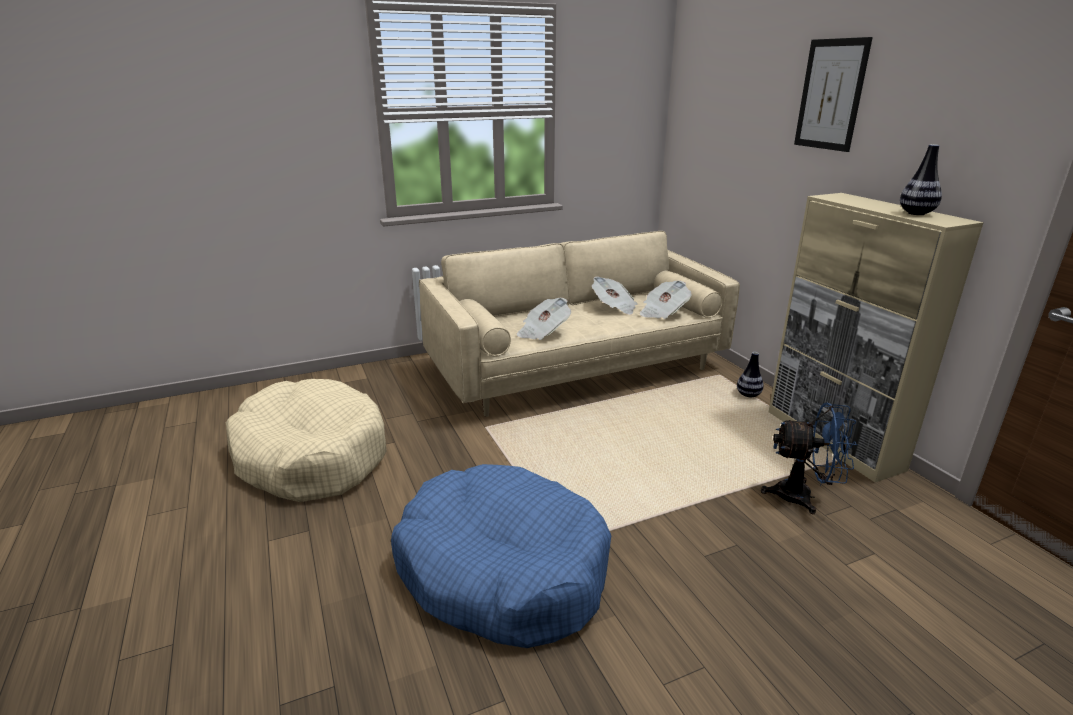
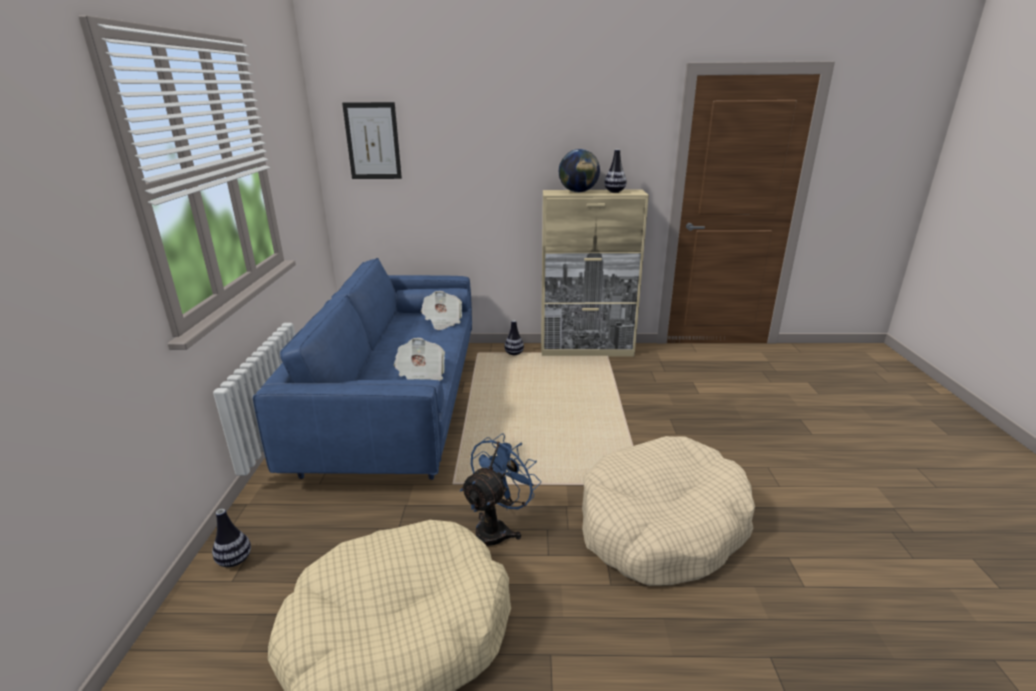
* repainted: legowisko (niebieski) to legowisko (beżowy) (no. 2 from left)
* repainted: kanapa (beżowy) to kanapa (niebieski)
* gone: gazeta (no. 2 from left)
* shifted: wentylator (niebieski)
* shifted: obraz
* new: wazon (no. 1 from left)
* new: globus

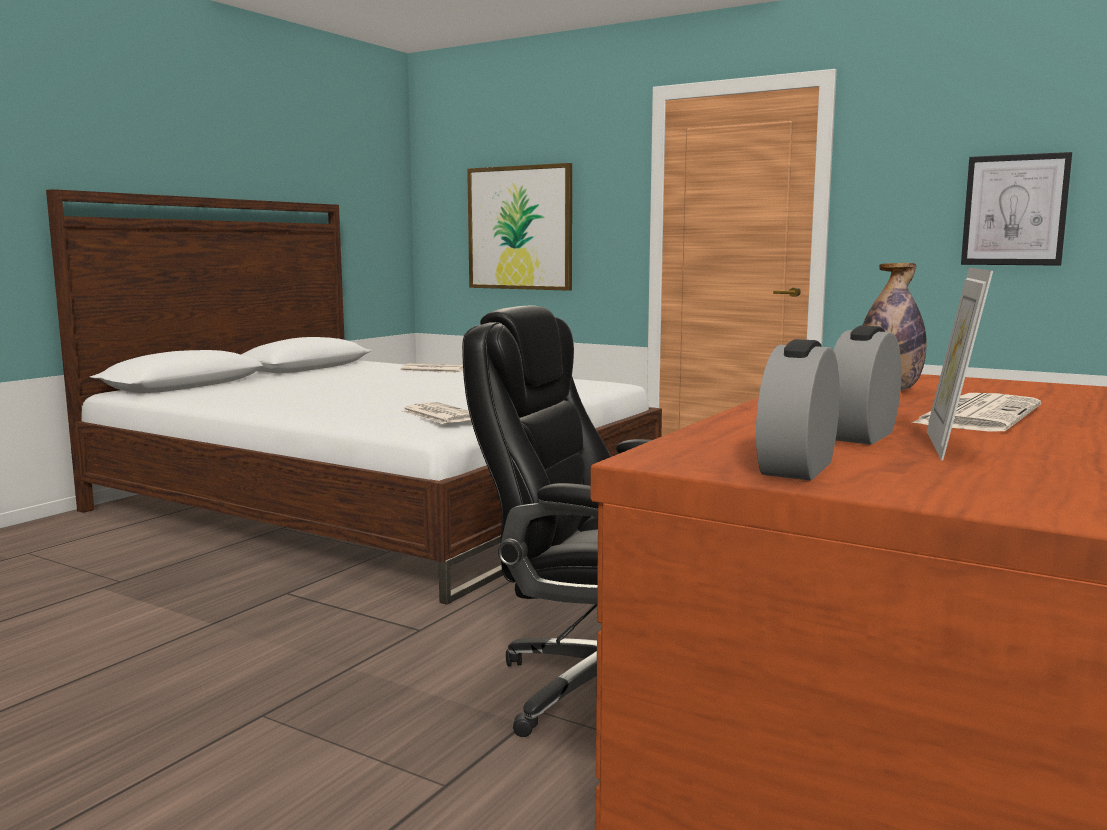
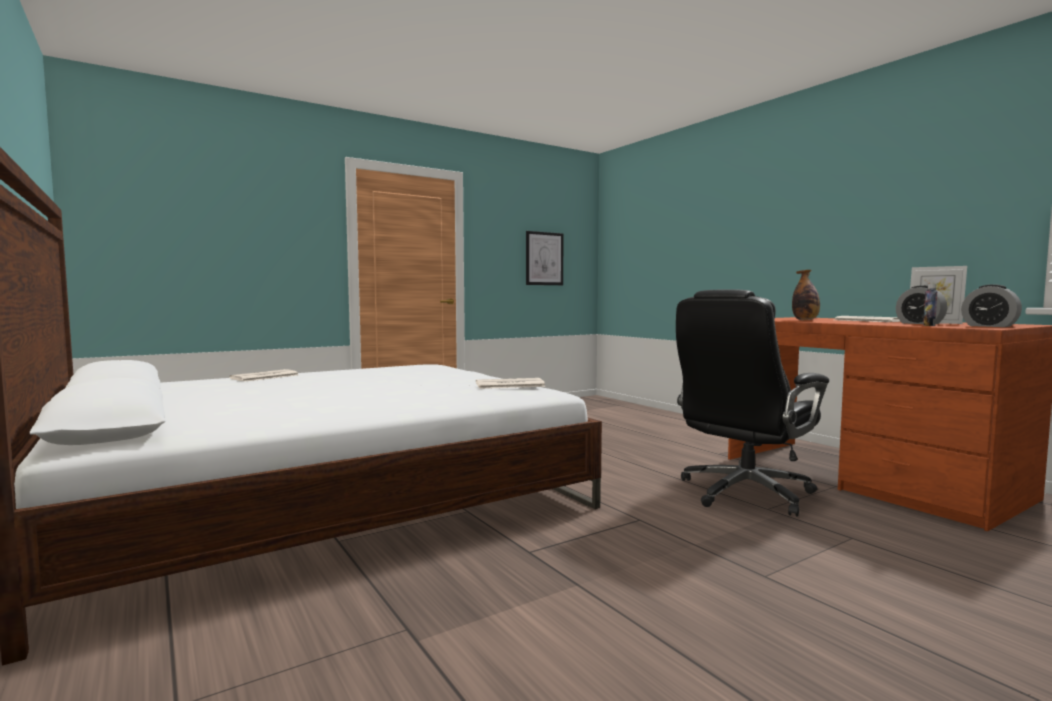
* gone: obraz (no. 1 from left)
* new: butelka (no. 2 from left)

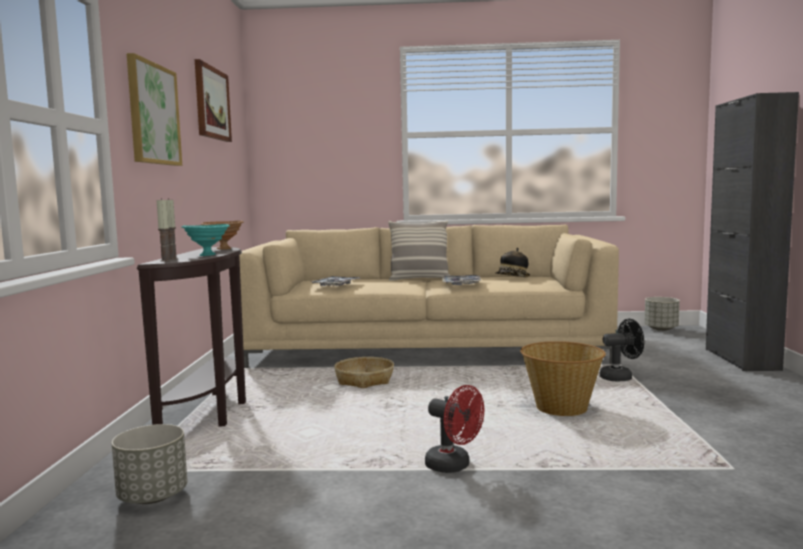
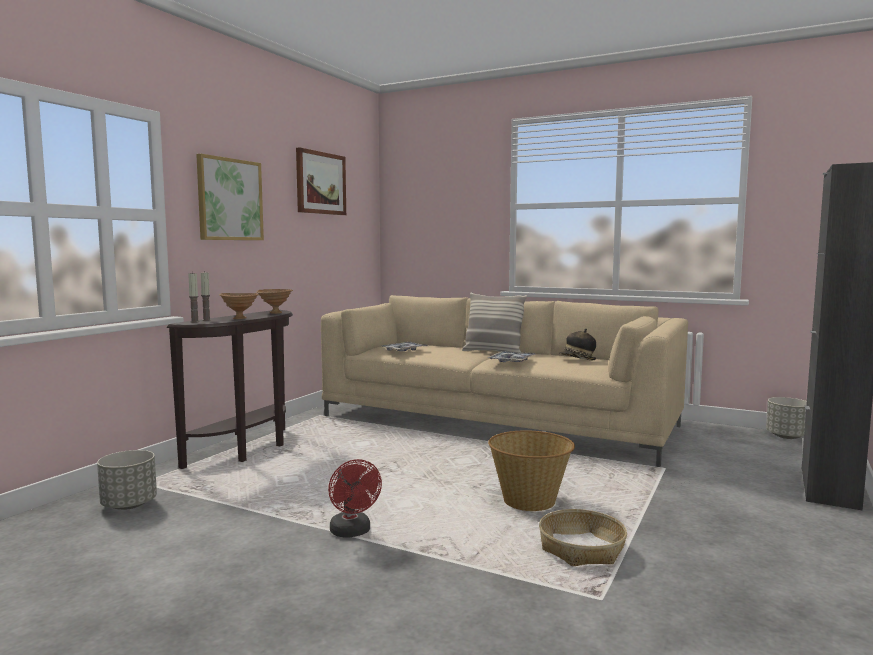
* repainted: miska (turkusowy) to miska (brązowy) (no. 1 from left)
* shifted: koszyk (no. 1 from left in the first image) to koszyk (no. 2 from left)
* gone: wentylator (czarny)

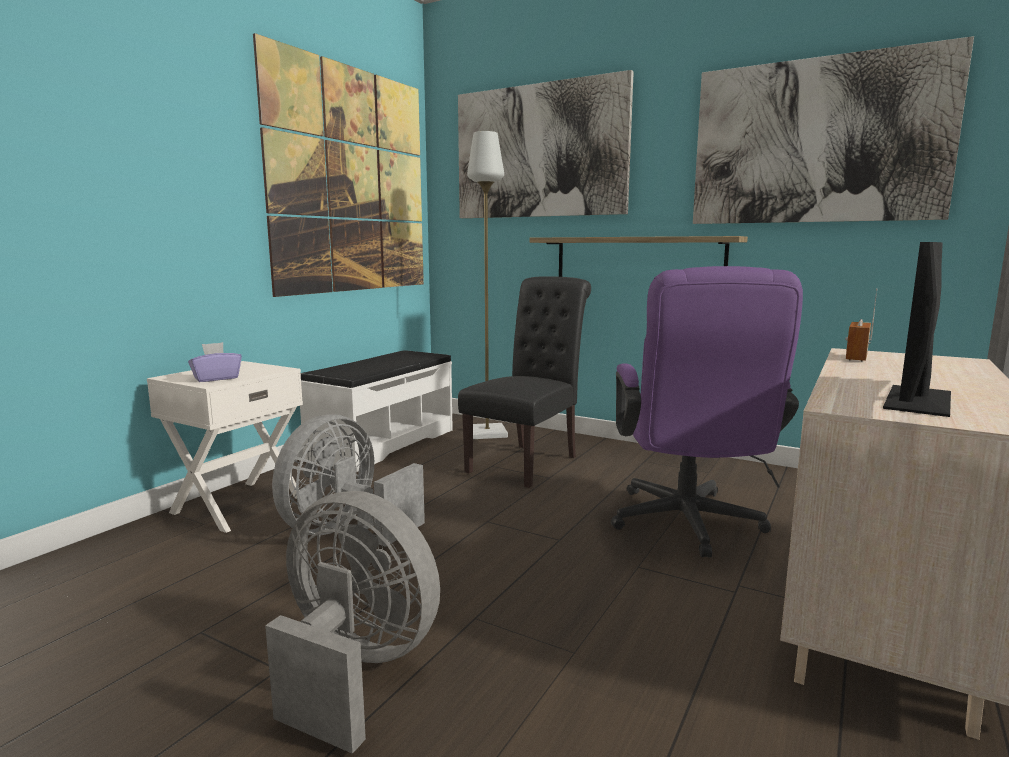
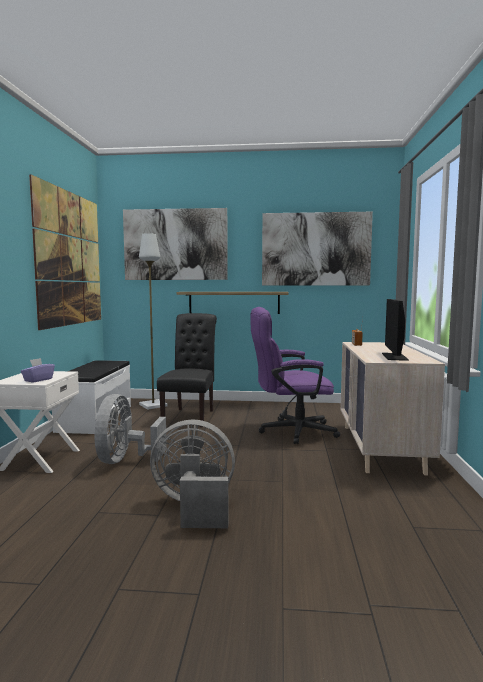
* rotated: krzesło biurowe (fioletowy) 105 degrees clockwise

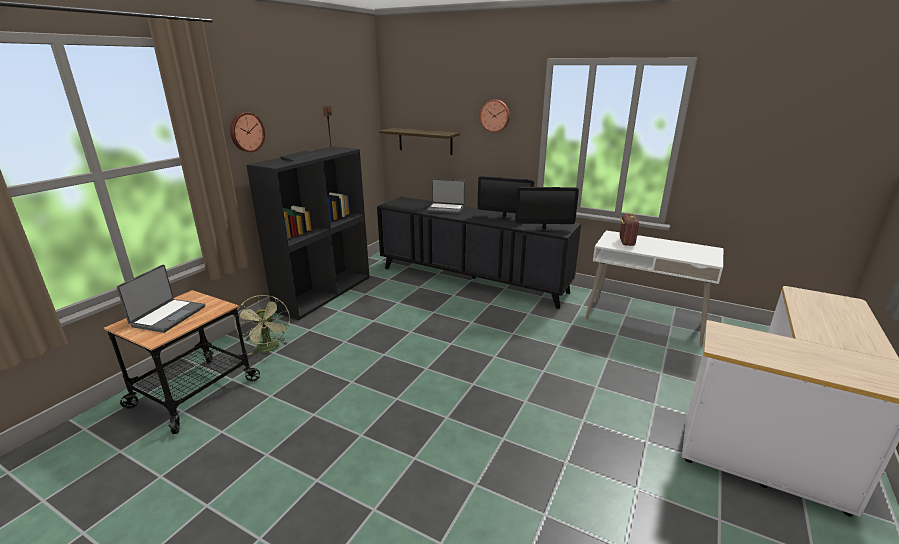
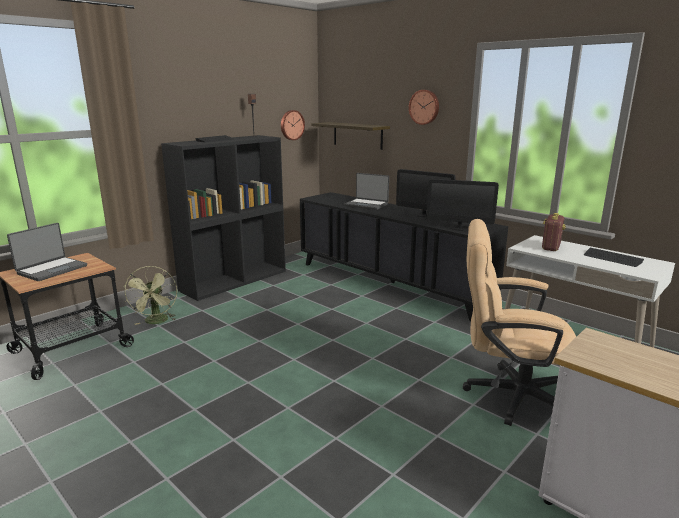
* shifted: zegar ścienny (no. 1 from left)
* new: krzesło biurowe (beżowy)
* new: klawiatura (no. 2 from left)

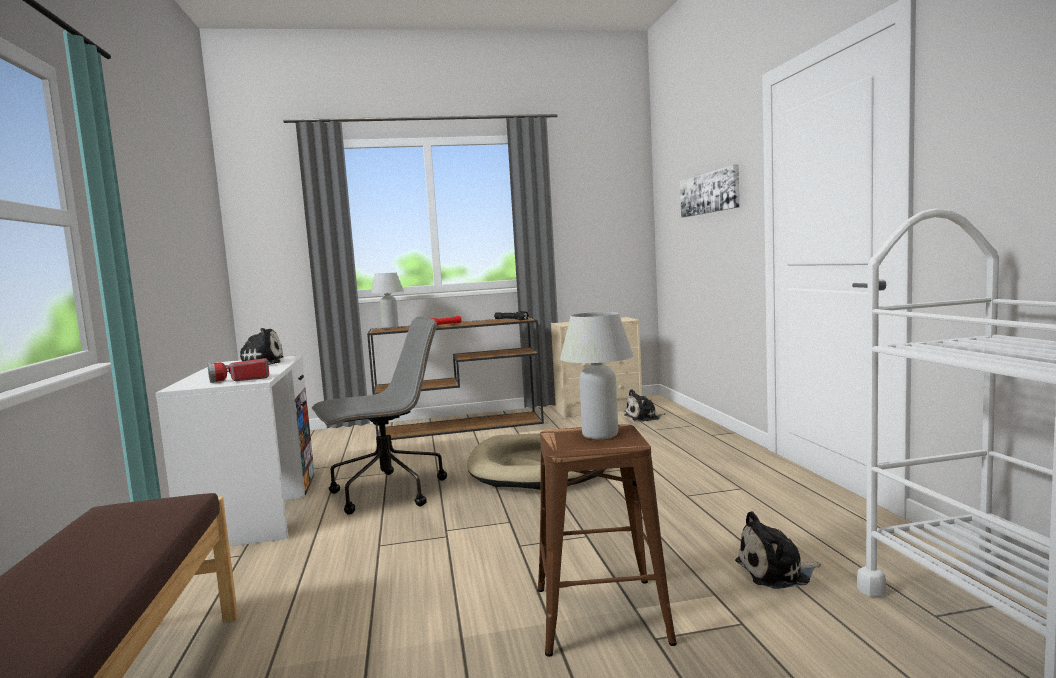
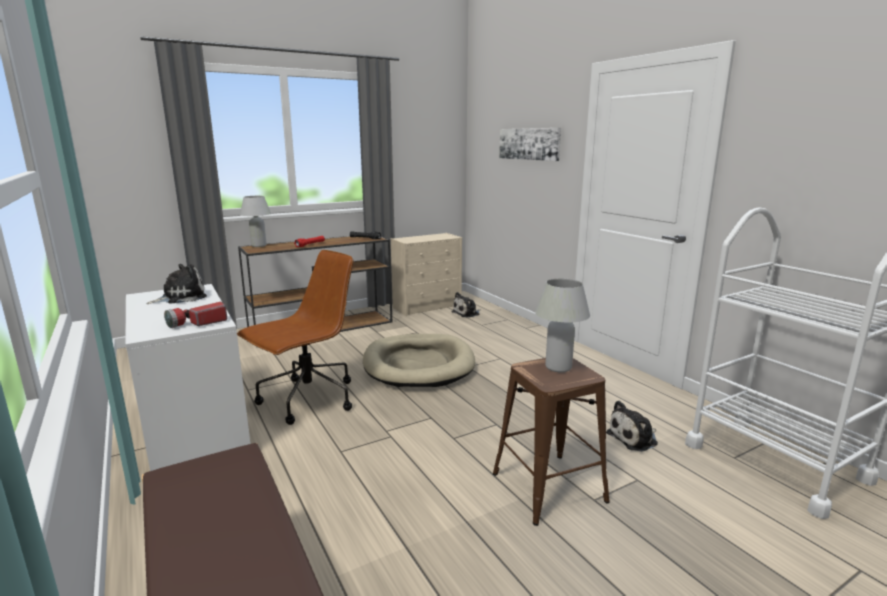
* repainted: krzesło biurowe (szary) to krzesło biurowe (brązowy)

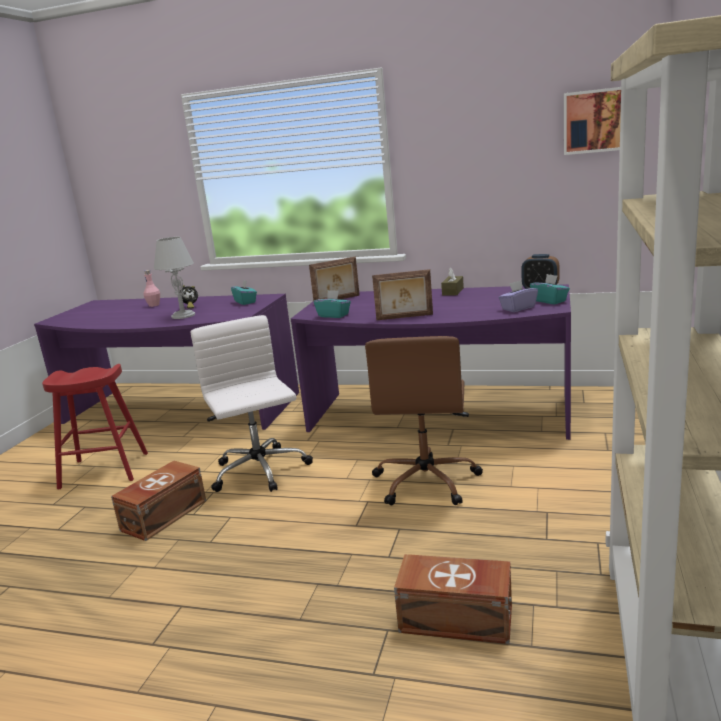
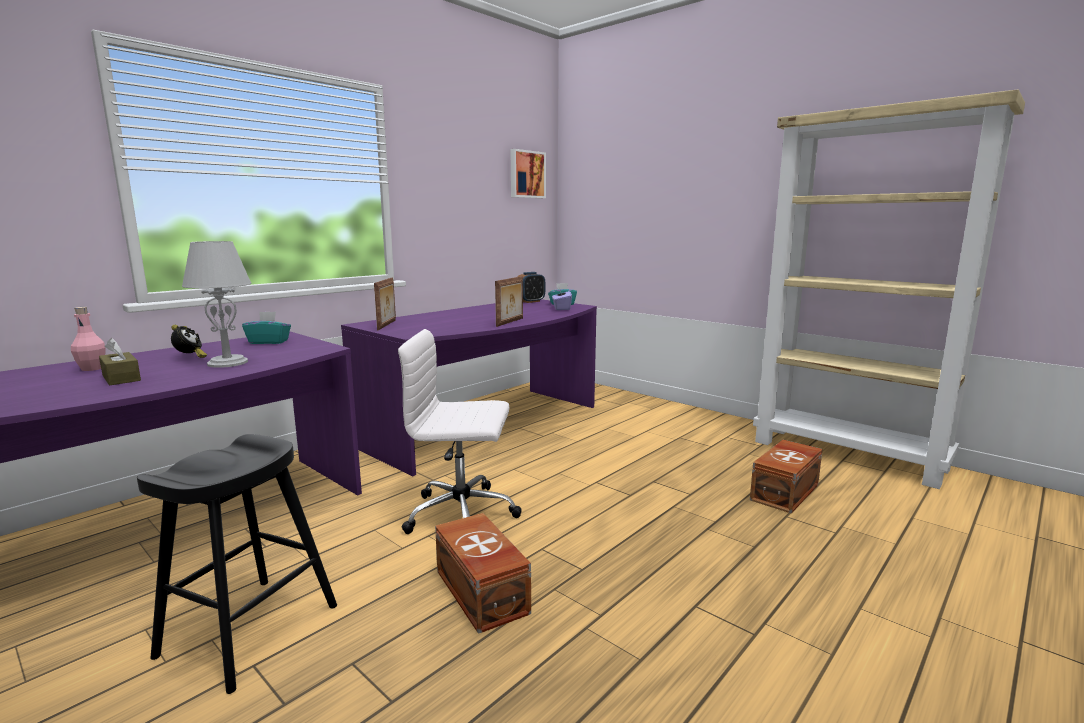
* repainted: stołek (czerwony) to stołek (czarny)
* gone: pudełko chusteczek (turkusowy) (no. 2 from left)
* gone: krzesło biurowe (brązowy)
* shifted: pudełko chusteczek (brązowy)

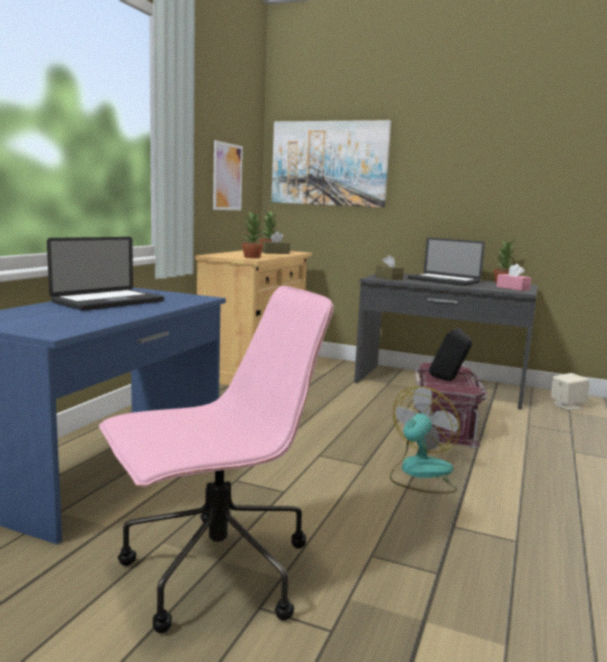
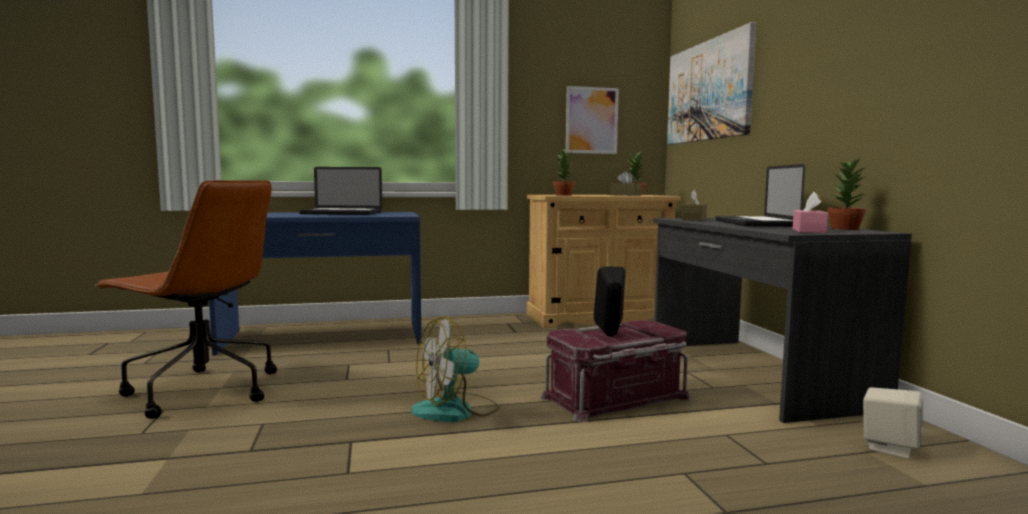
* repainted: krzesło biurowe (różowy) to krzesło biurowe (brązowy)
* rotated: wentylator 150 degrees clockwise

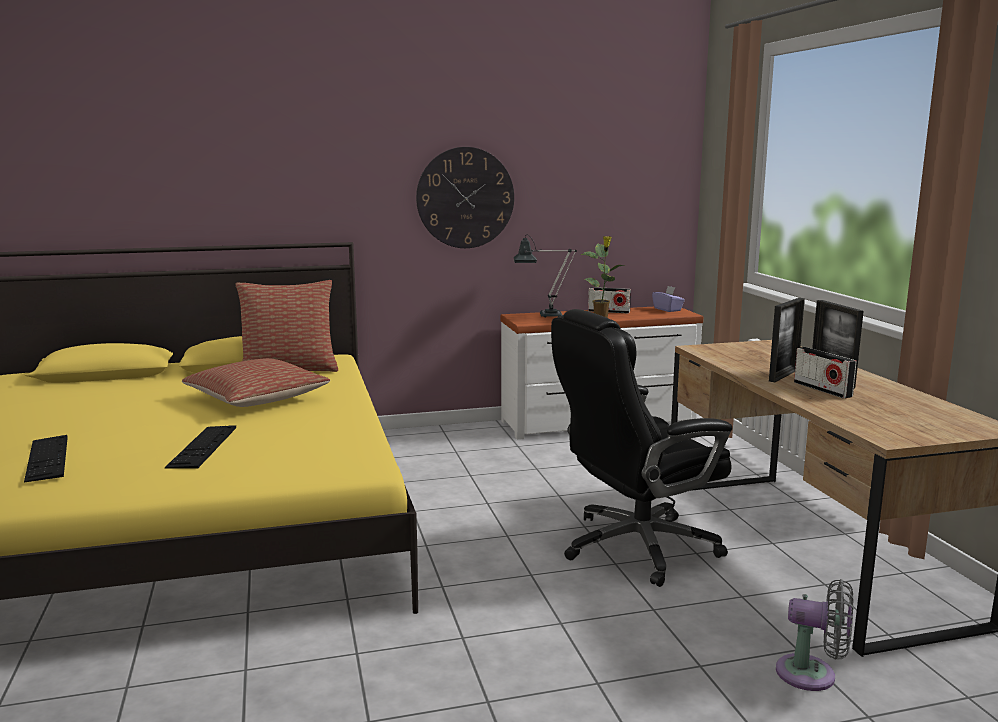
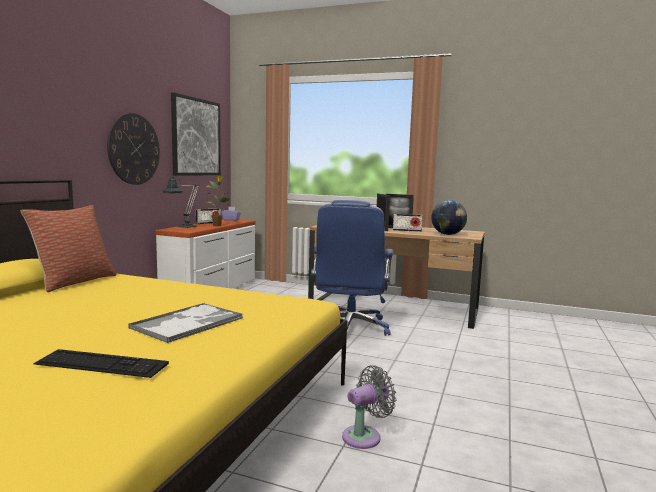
* swapped: klawiatura (no. 2 from left) to taca
* gone: poduszka (no. 1 from left)
* repainted: krzesło biurowe (czarny) to krzesło biurowe (niebieski)
* shifted: wentylator (szary)
* new: obraz
* new: globus

